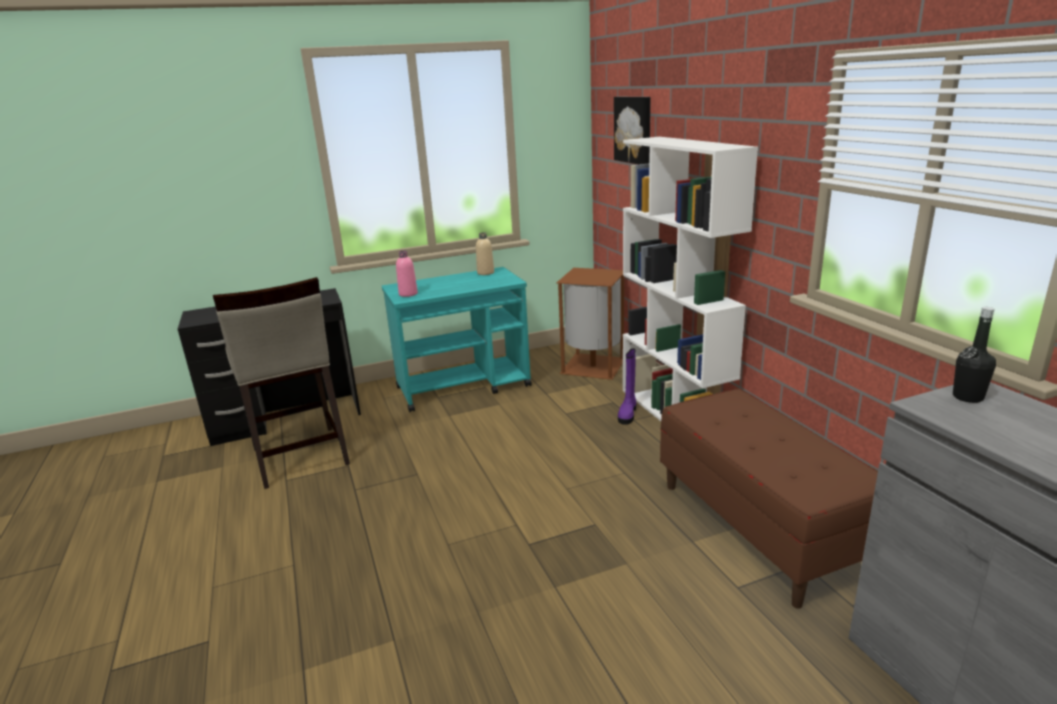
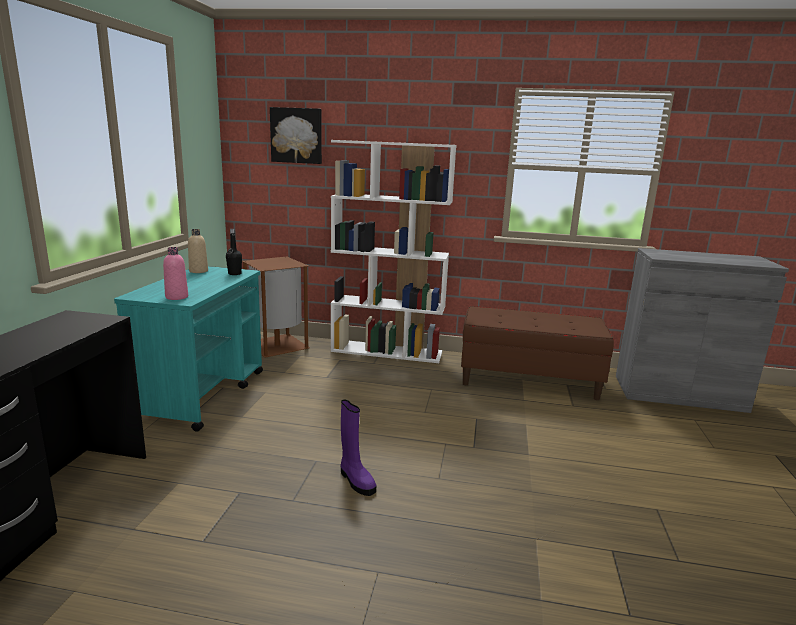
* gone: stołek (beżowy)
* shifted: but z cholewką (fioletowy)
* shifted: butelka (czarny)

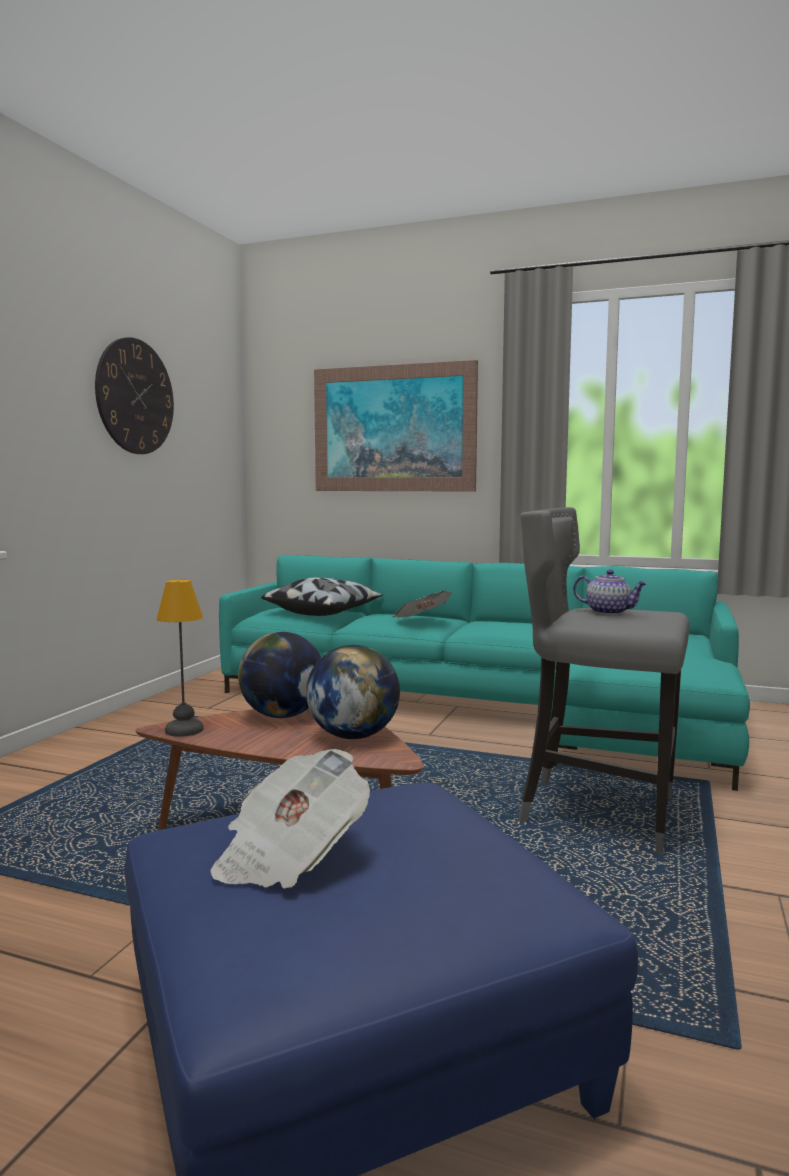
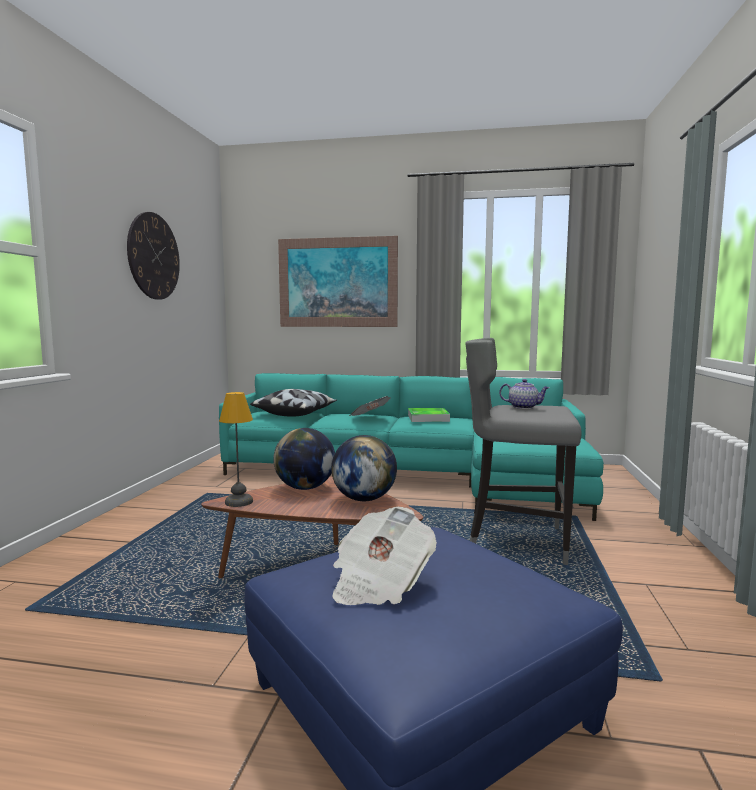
* new: taca

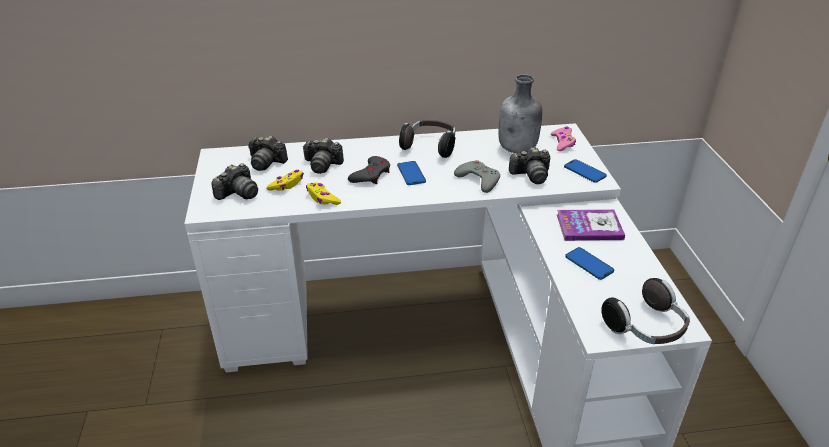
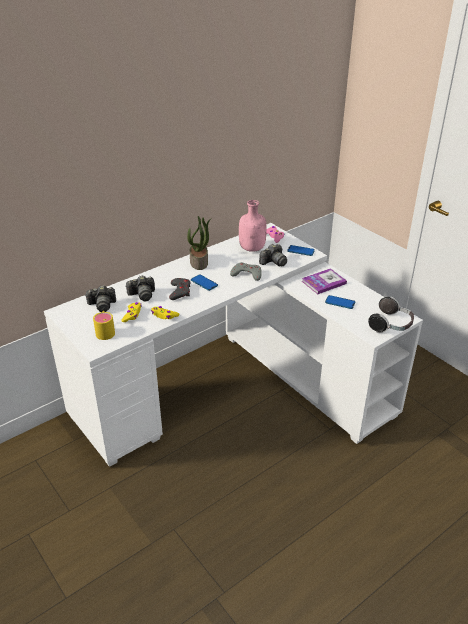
* swapped: aparat fotograficzny (no. 1 from left) to kubek (żółty)
* swapped: słuchawki (no. 1 from left) to roślina doniczkowa
* repainted: butelka (szary) to butelka (różowy)

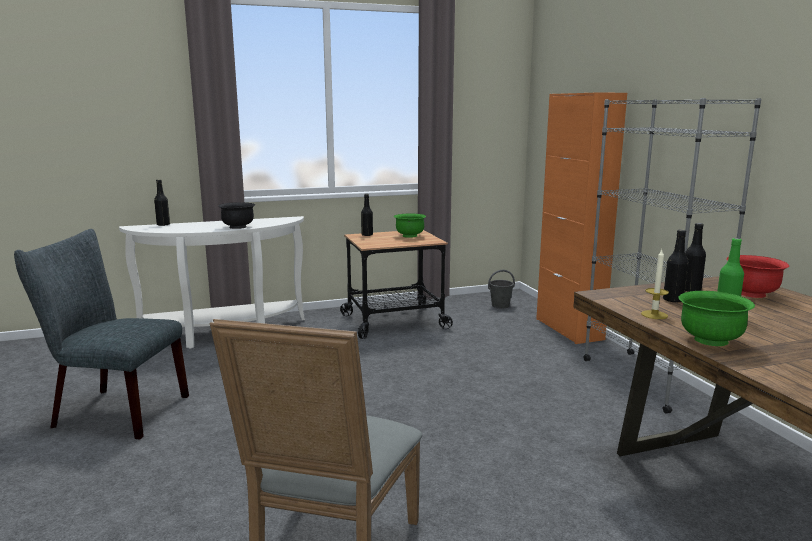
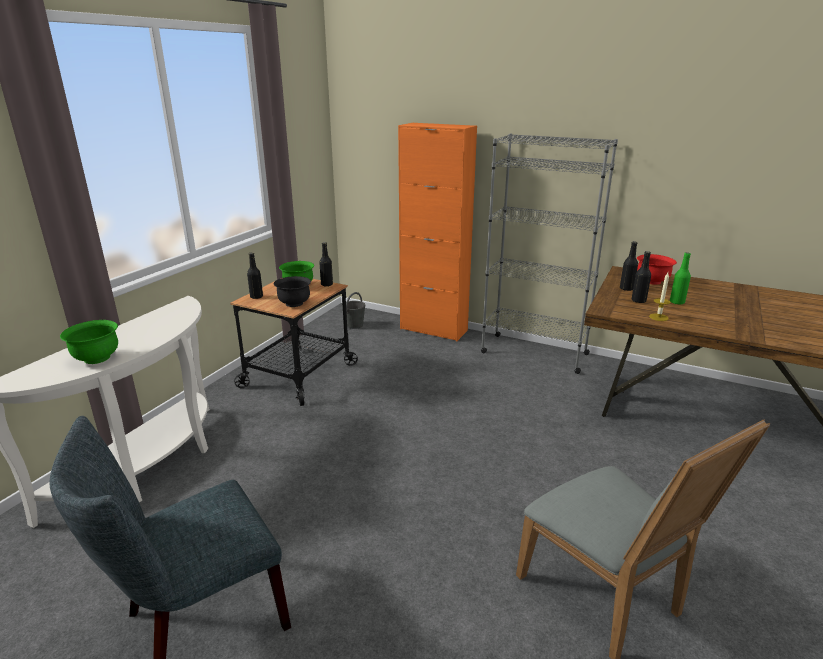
* shifted: butelka (czarny) (no. 1 from left in the first image) to butelka (czarny) (no. 2 from left)
* shifted: miska (czarny)
* shifted: miska (zielony) (no. 2 from left in the first image) to miska (zielony) (no. 1 from left)

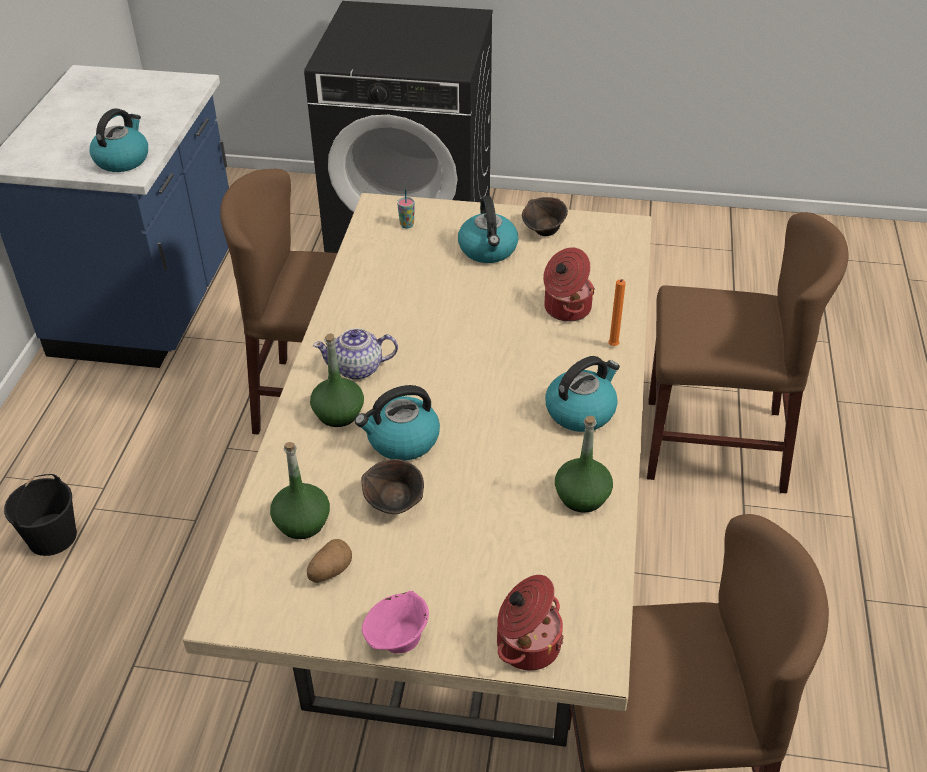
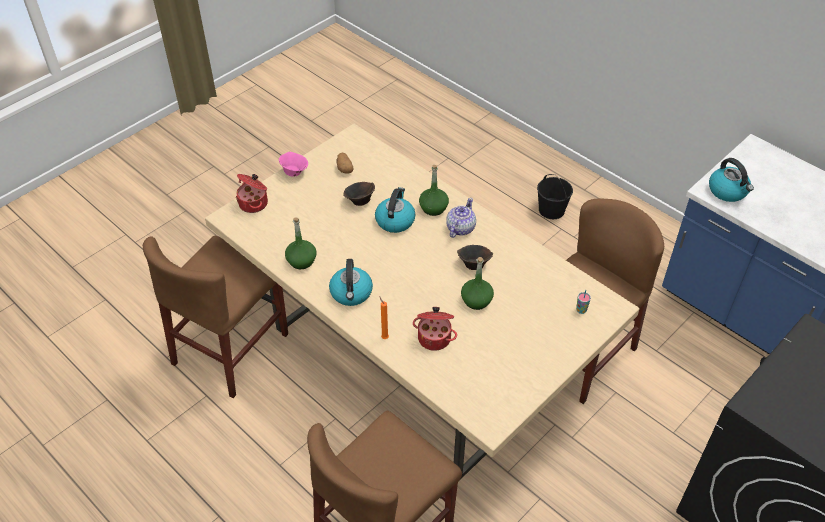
* shifted: butelka (zielony) (no. 1 from left in the first image) to butelka (zielony) (no. 3 from left)
* gone: czajnik (no. 3 from left)
* shifted: miska (brązowy) (no. 2 from left)

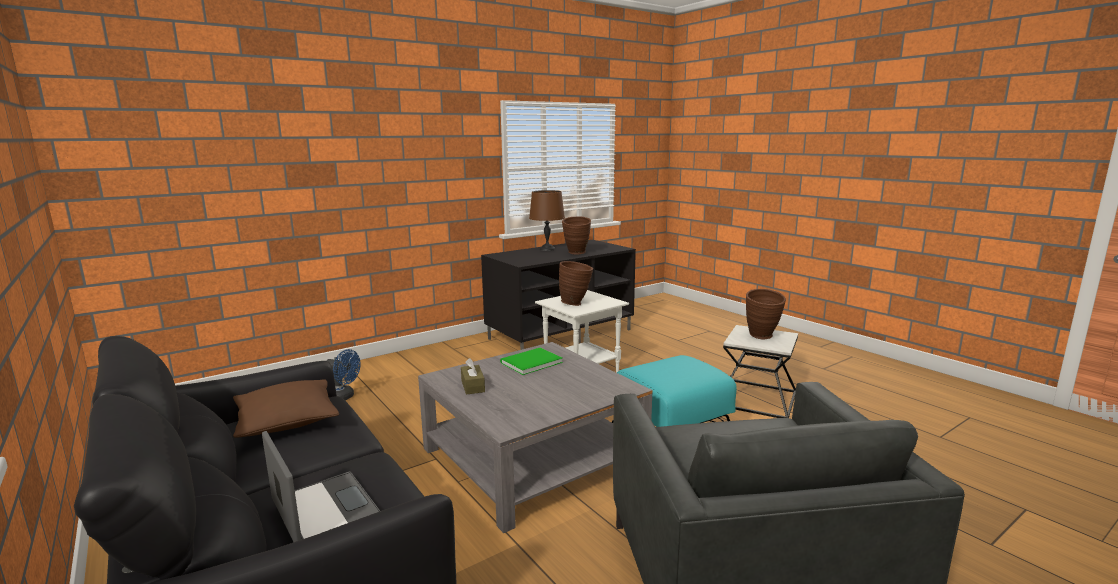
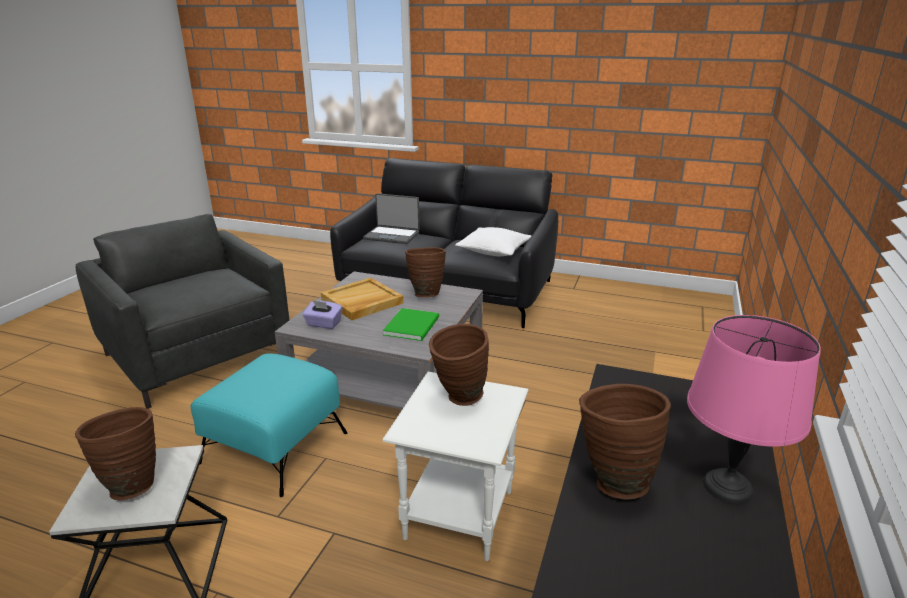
* repainted: poduszka (brązowy) to poduszka (biały)
* gone: wentylator (niebieski)
* swapped: pudełko chusteczek (brązowy) to wazon (brązowy) (no. 2 from left)
* repainted: lampa stołowa (brązowy) to lampa stołowa (różowy)
* new: pudełko chusteczek (fioletowy)
* new: taca (beżowy)

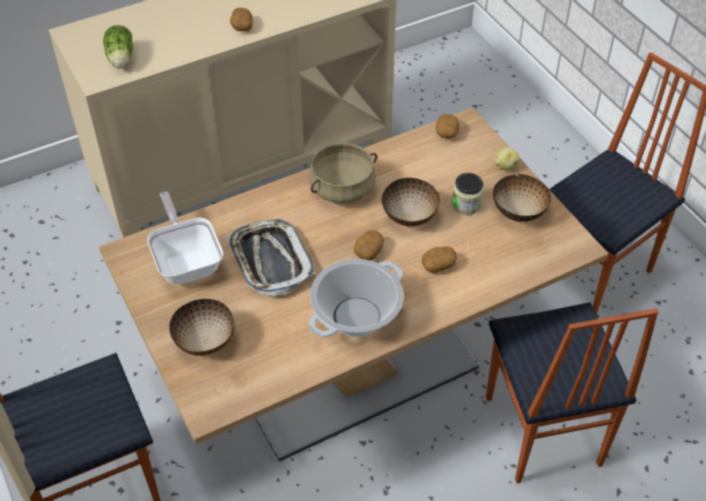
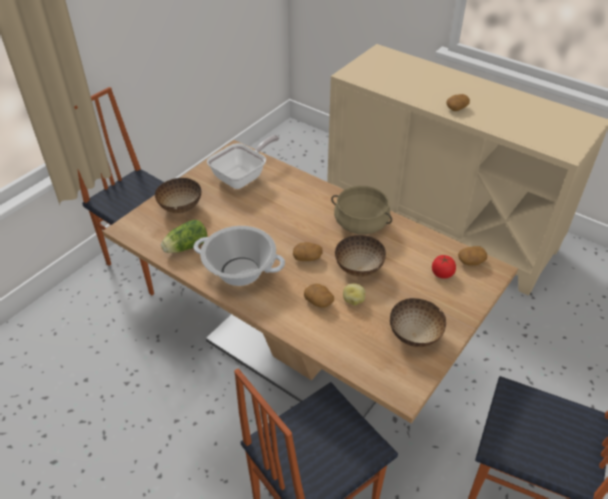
* shifted: sałata
* gone: taca
* gone: słoik
* shifted: ziemniak (no. 5 from left in the first image) to ziemniak (no. 3 from left)
* new: pomidor

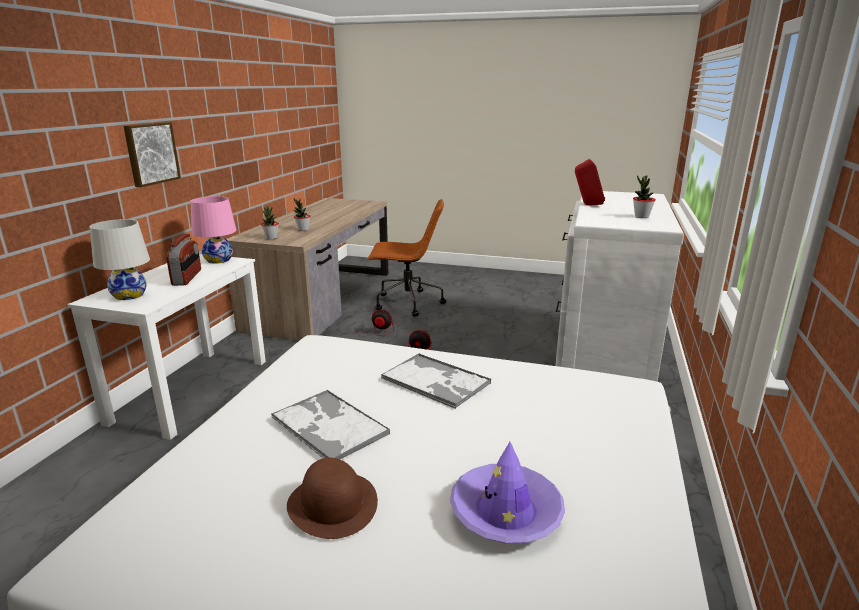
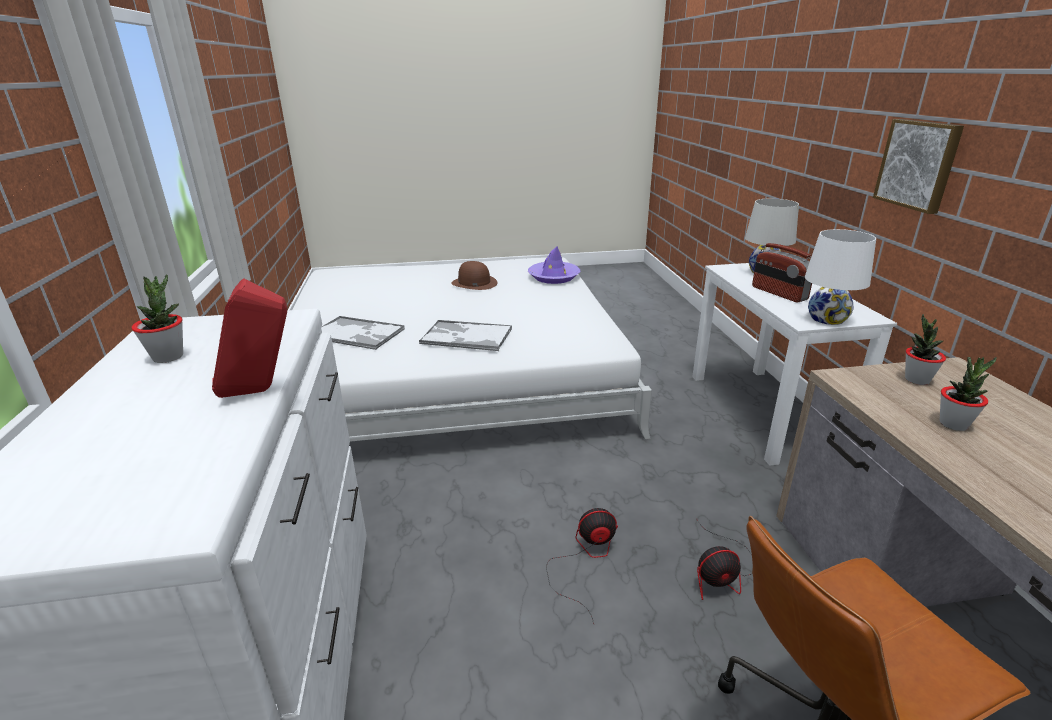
* repainted: lampa stołowa (różowy) to lampa stołowa (biały) (no. 2 from left)
* shifted: taca (no. 1 from left)
* shifted: kapelusz (fioletowy)

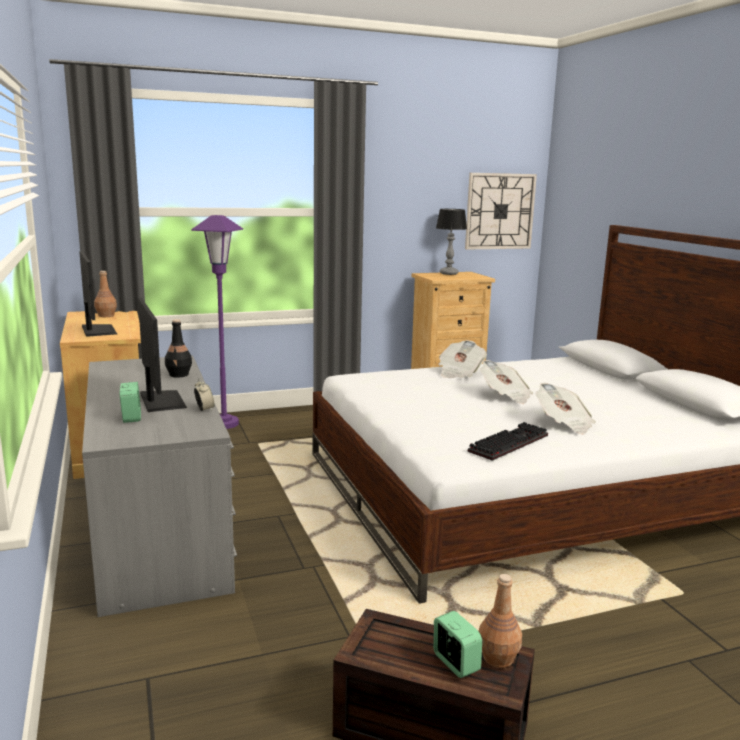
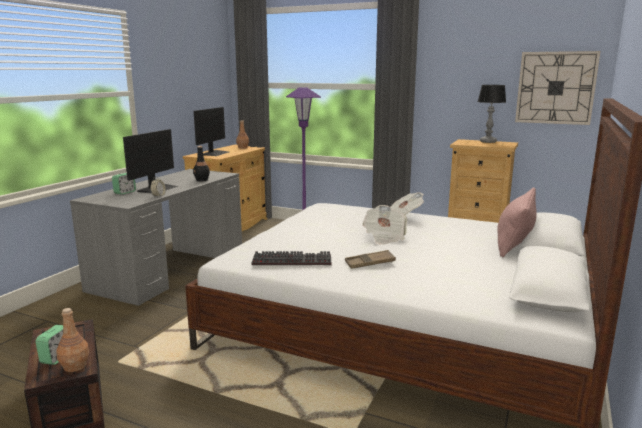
* swapped: gazeta (no. 3 from left) to taca (brązowy)
* new: poduszka (różowy)

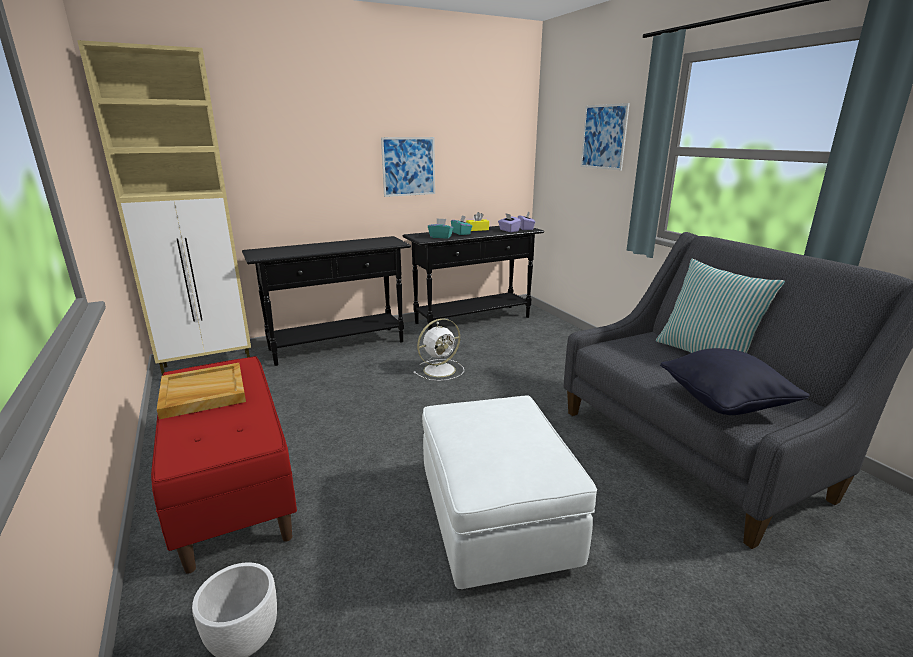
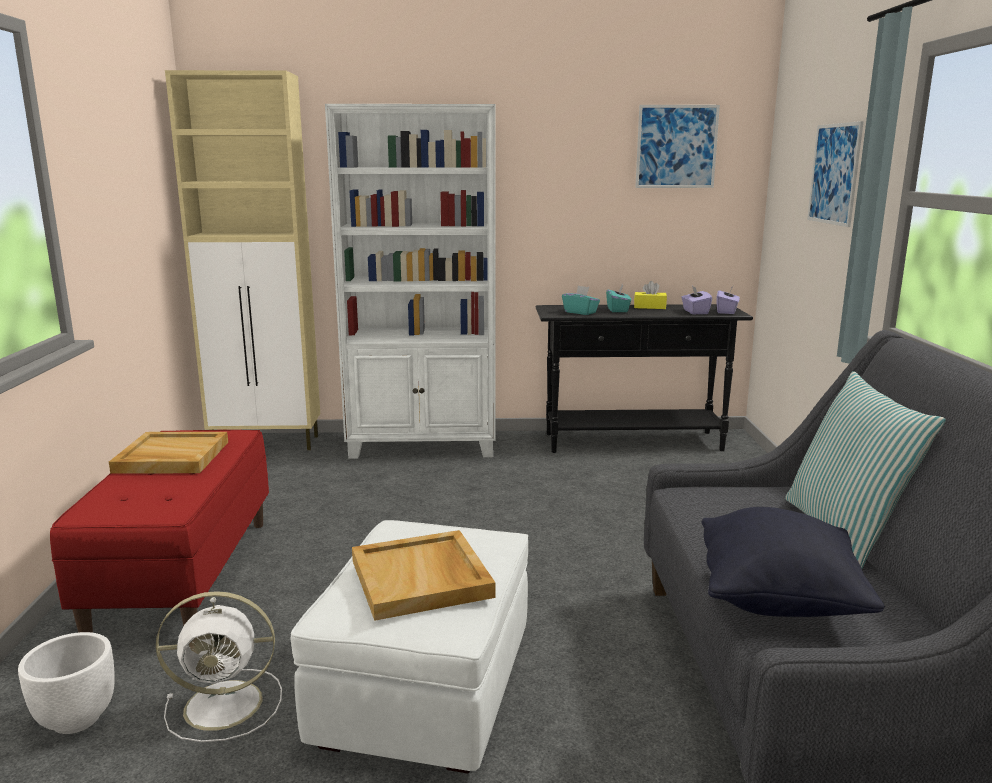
* swapped: stolik konsolowy (czarny) (no. 1 from left) to regał (biały)
* shifted: obraz (no. 1 from left)
* shifted: wentylator (biały)
* new: taca (beżowy) (no. 2 from left)

